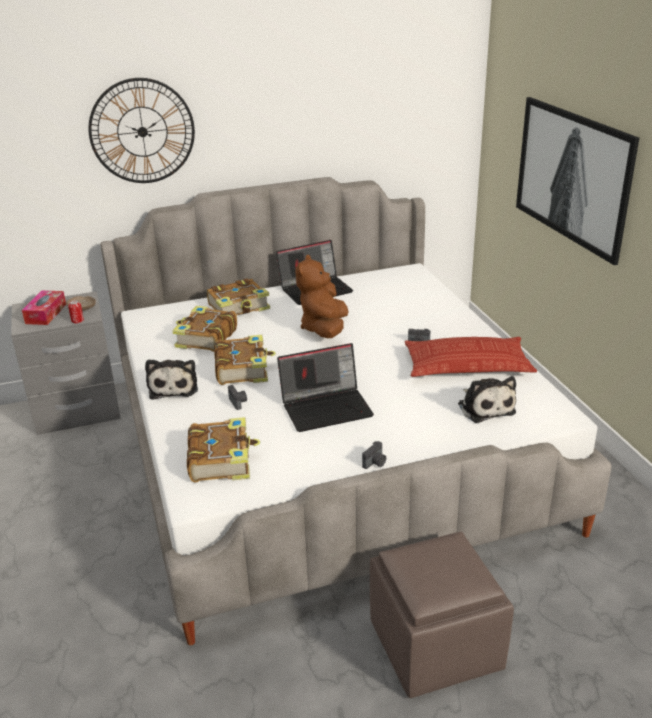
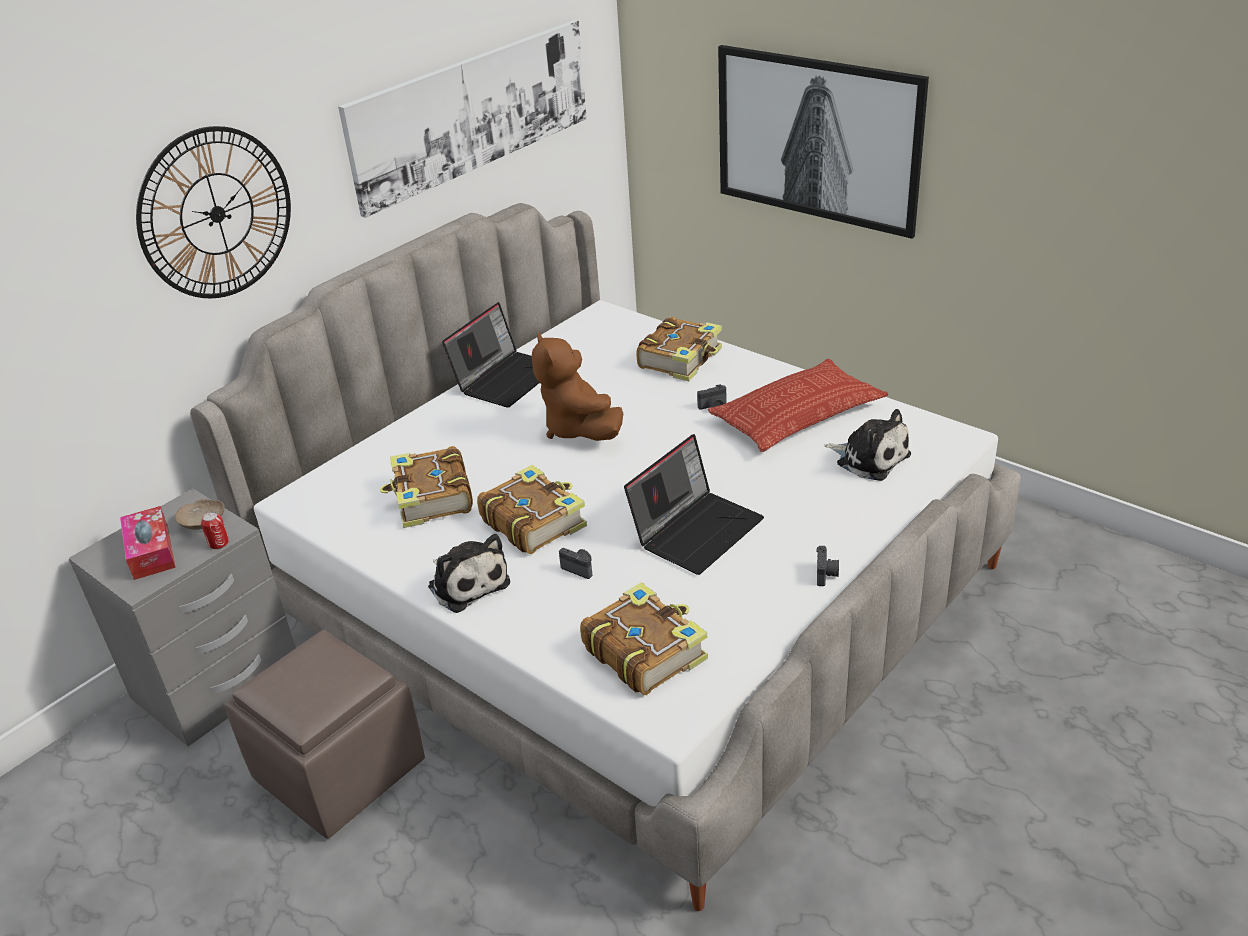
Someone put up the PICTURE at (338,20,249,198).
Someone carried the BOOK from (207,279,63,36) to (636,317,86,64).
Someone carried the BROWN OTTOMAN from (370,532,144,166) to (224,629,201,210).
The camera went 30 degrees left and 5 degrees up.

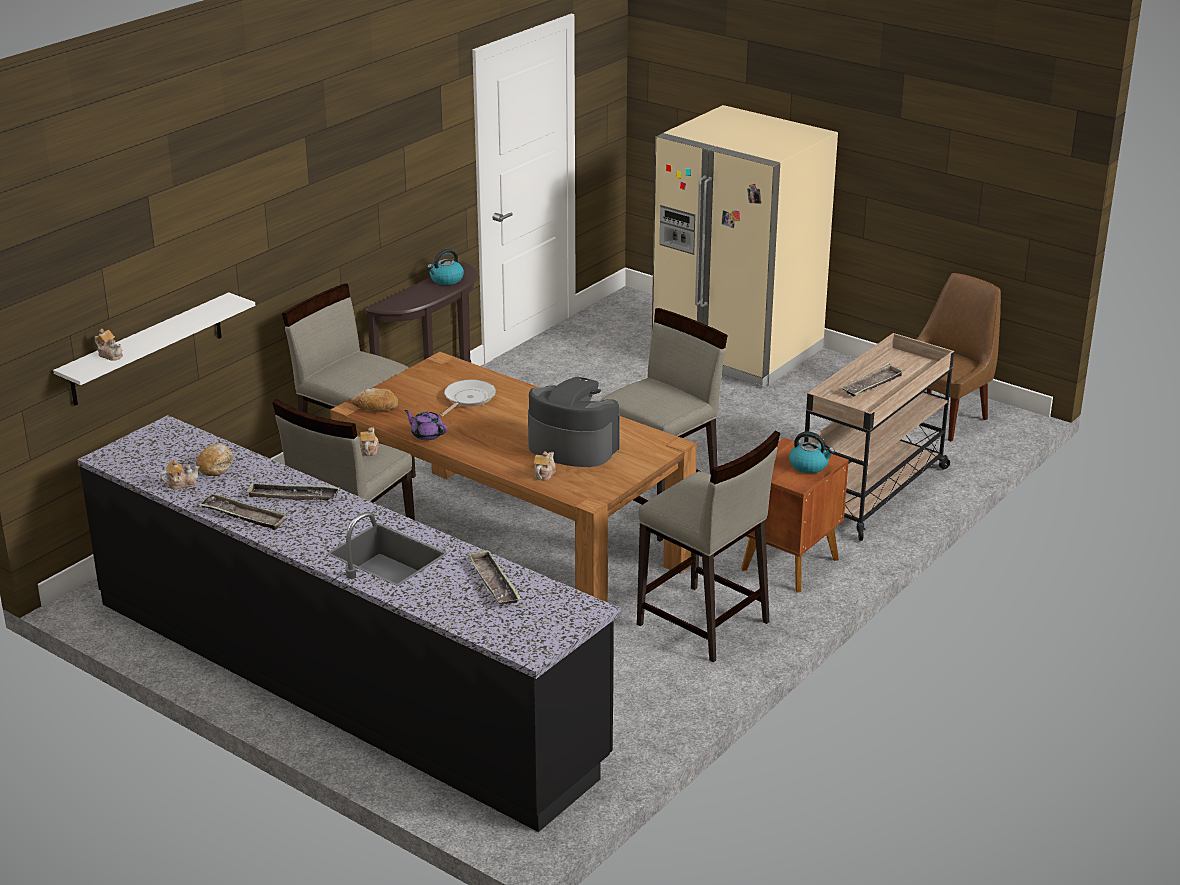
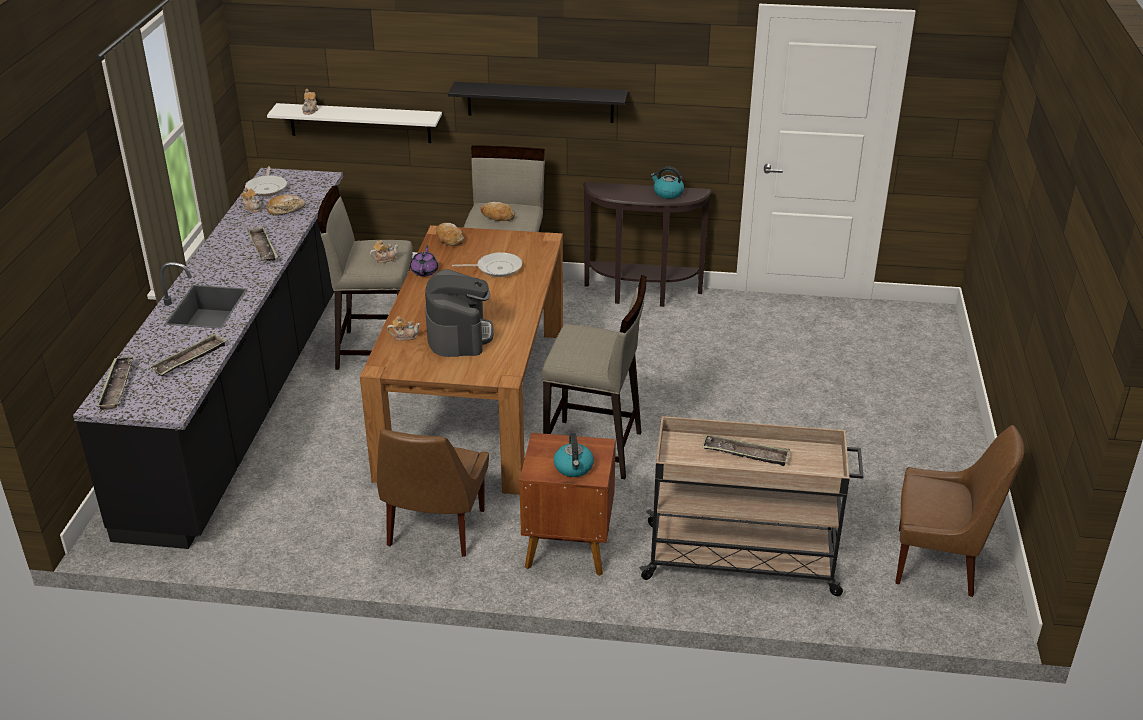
Someone took away the BEIGE FRIDGE at (652,105,186,282).
Someone put down the FRYING PAN at (245,166,42,31).
Someone put up the BLACK SHELF at (448,82,179,41).
Someone put down the BREAD at (480,202,35,19).
Someone carried the TRAY from (198,493,90,37) to (97,356,37,54).
Someone swapped the BEIGE STOOL at (637,430,143,232) for the BROWN CHAIR at (377,430,112,127).
The camera went 60 degrees right and 5 degrees up.

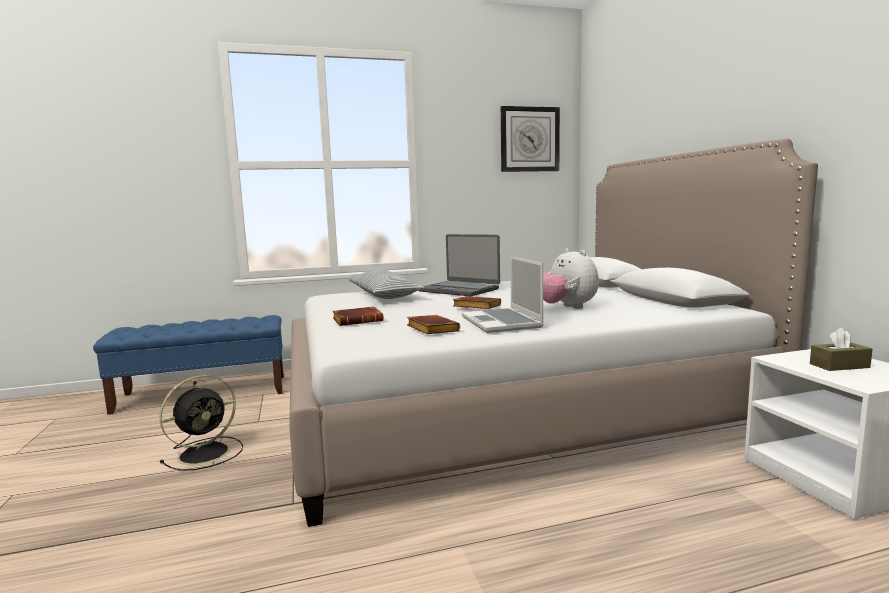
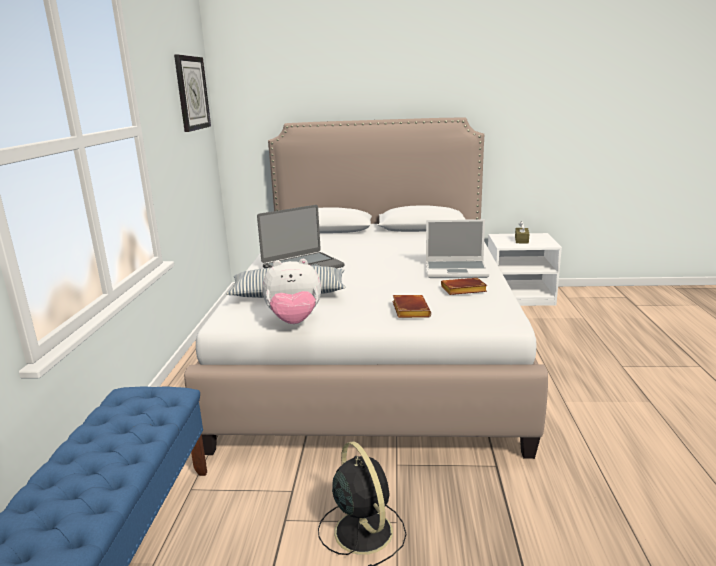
Someone took away the BROWN BOOK at (453,296,48,13).
Someone carried the PLUSH TOY from (543,248,56,61) to (262,259,59,65).
The camera went 70 degrees left and 10 degrees up.

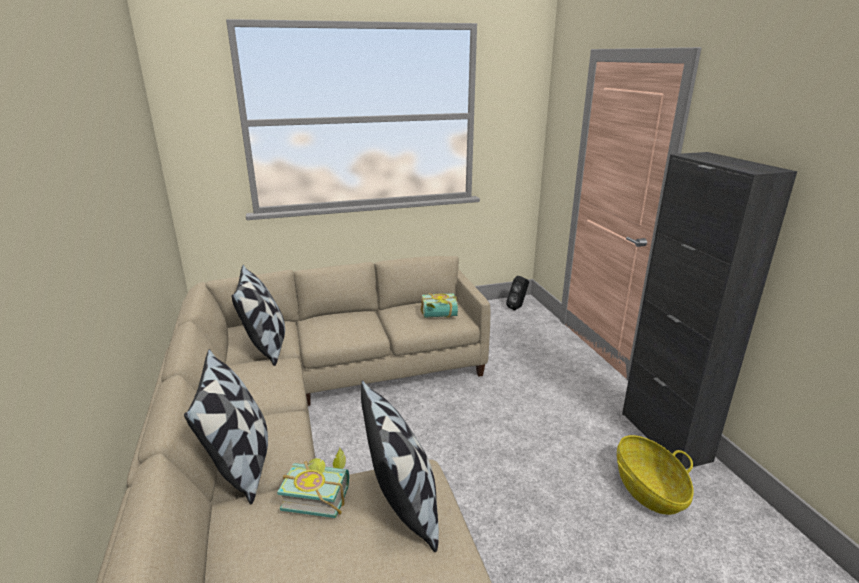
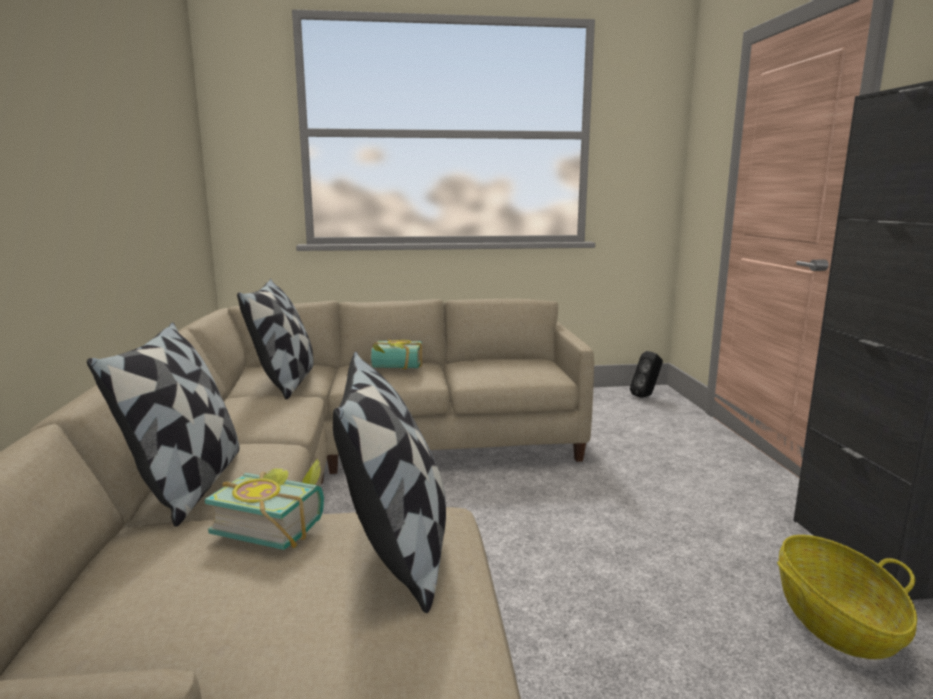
Someone carried the BOOK from (421,293,37,25) to (371,339,51,30).
The camera went 10 degrees right and 10 degrees down.

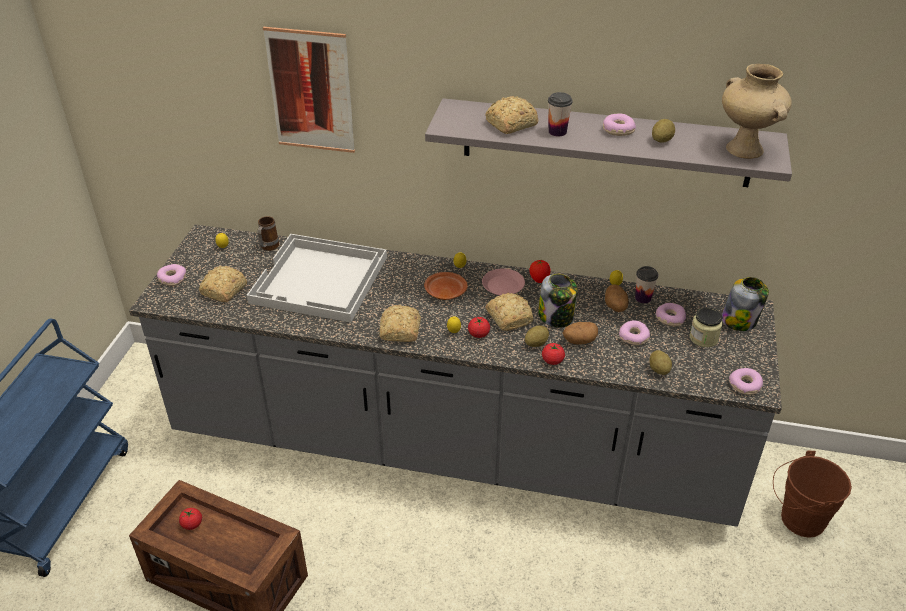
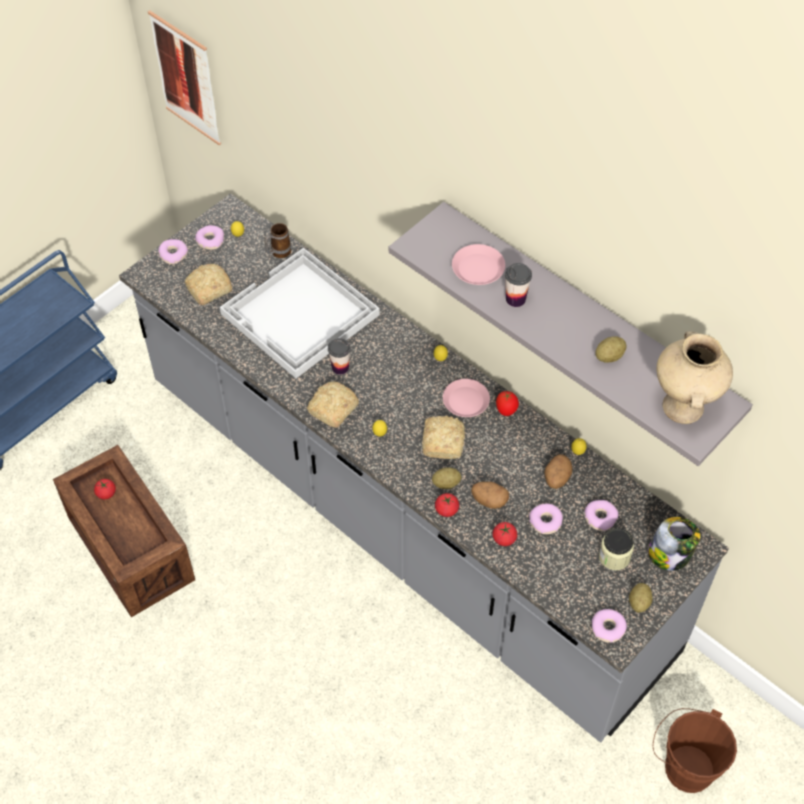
Someone took away the BROWN PLATE at (424,272,44,28).
Someone took away the JAR at (538,274,40,54).
Someone carried the PICTURE from (263,27,92,126) to (148,11,73,134).
Someone carried the TOMATO from (468,317,22,21) to (493,522,24,24).
Someone carried the DONUT from (603,114,33,22) to (195,225,29,25).
Someone carried the CUP from (635,266,23,37) to (328,338,23,37).
Someone carried the POTATO from (649,350,23,25) to (629,583,24,30).
Someone swapped the BREAD at (485,96,53,38) for the PINK PLATE at (452,244,53,41).
The camera went 30 degrees right and 15 degrees up.

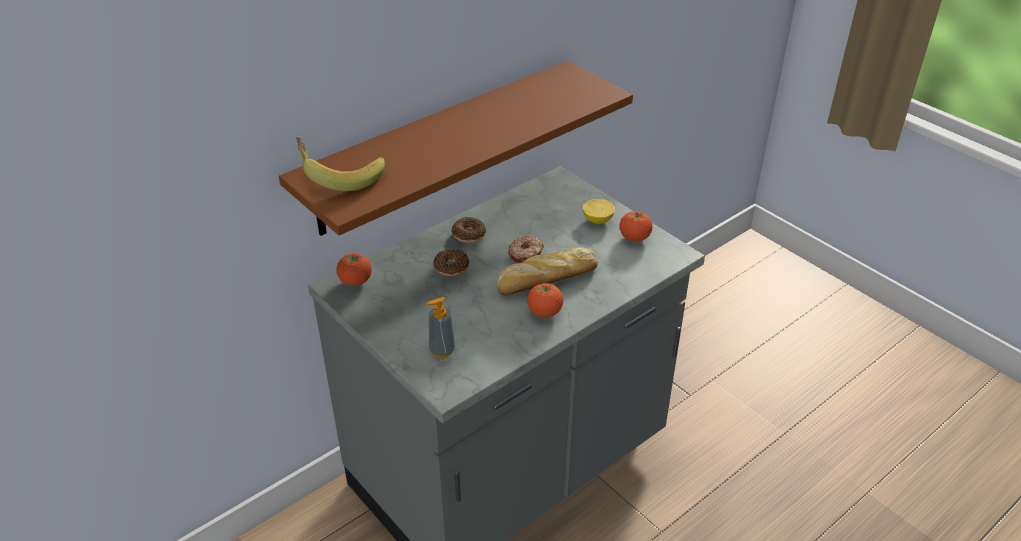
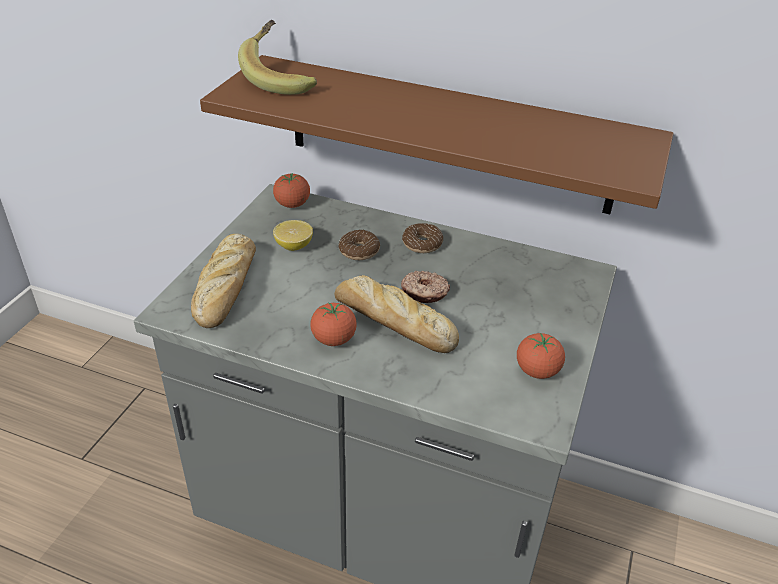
Someone carried the LEMON from (583,199,32,25) to (273,220,40,31).
Someone swapped the SOAP DISPENSER at (426,297,29,61) for the BREAD at (191,234,65,94).
The camera went 60 degrees right and 0 degrees up.

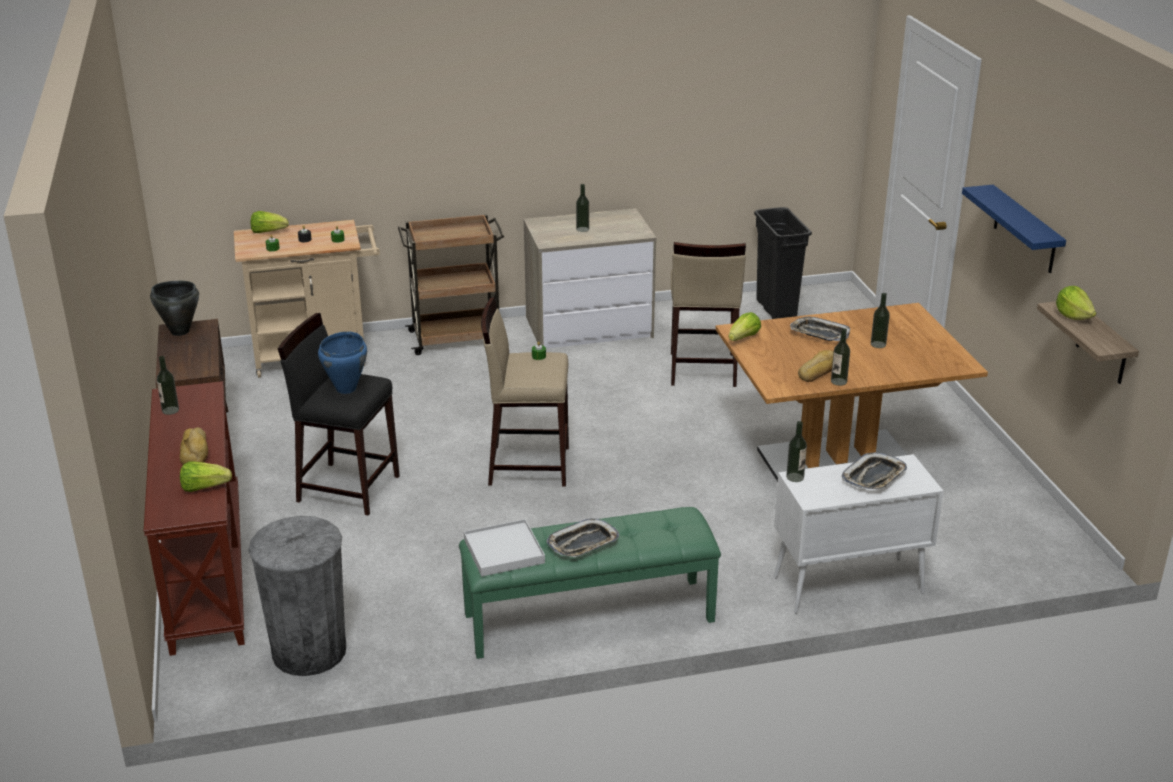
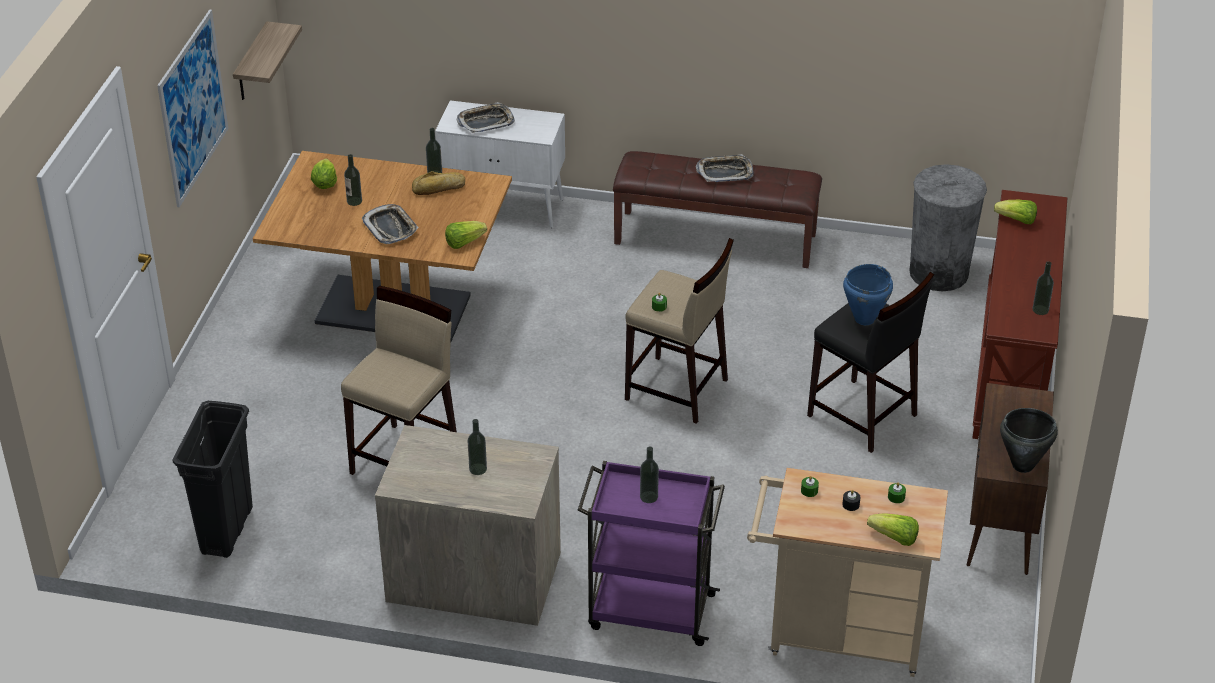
Someone took away the BREAD at (180,427,28,38).
Someone took away the WHITE TRAY at (464,519,81,58).
Someone carried the BOTTLE from (786,421,21,61) to (640,446,19,57).
Someone carried the LETTUCE from (1056,286,41,34) to (311,158,26,31).
Someone swapped the BLUE SHELF at (962,185,104,88) for the PICTURE at (157,9,71,198).
Someone repainted the BROWN CART at (398,214,106,141), which became the PURPLE CART at (578,461,147,185).
Someone repainted the GREEN BENCH at (459,507,262,152), which became the BROWN BENCH at (613,151,209,117).
The camera went 155 degrees left and 10 degrees up.

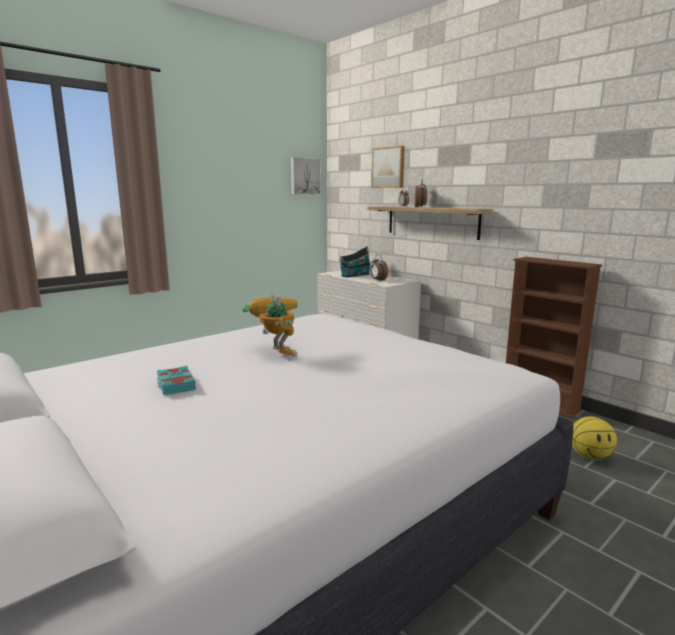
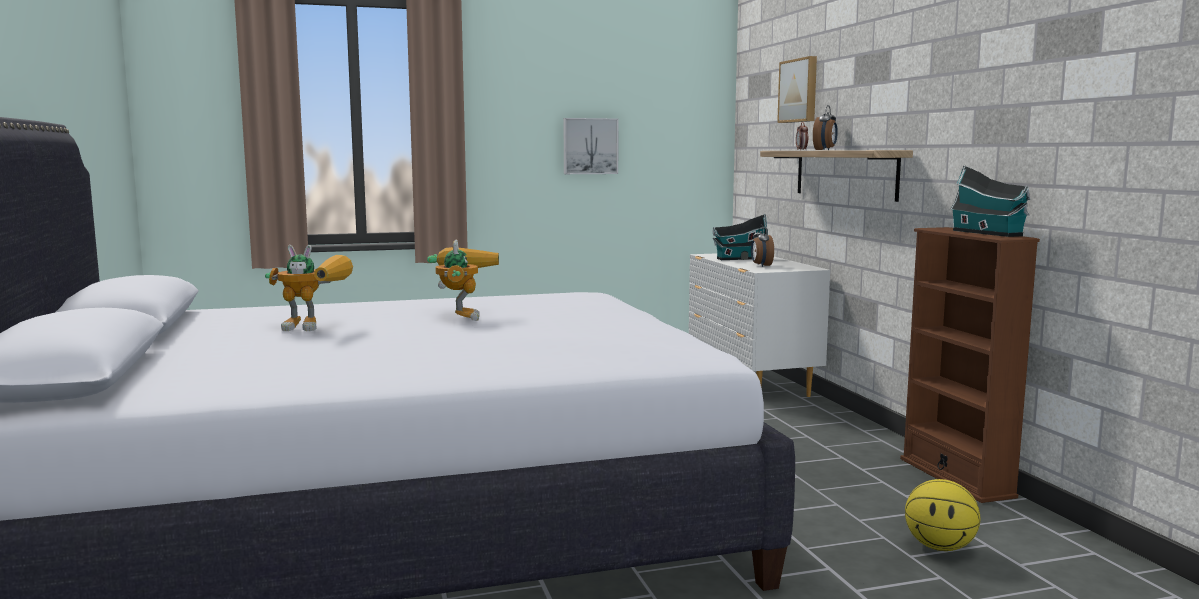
Someone put down the TOY HOUSE at (950,165,80,72).
Someone carried the PICTURE from (291,157,31,38) to (563,118,56,56).
Someone swapped the TURQUOISE BOOK at (157,366,39,29) for the TOY ROBOT at (265,245,88,86).
The camera went 25 degrees right and 5 degrees down.

